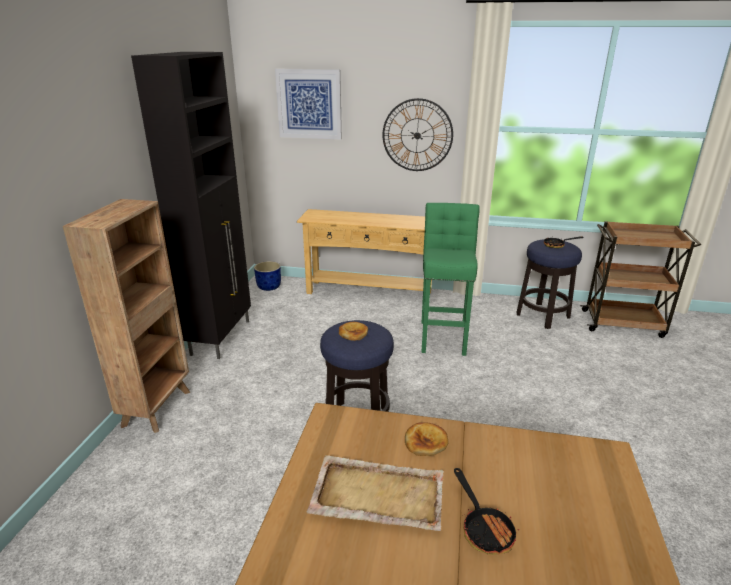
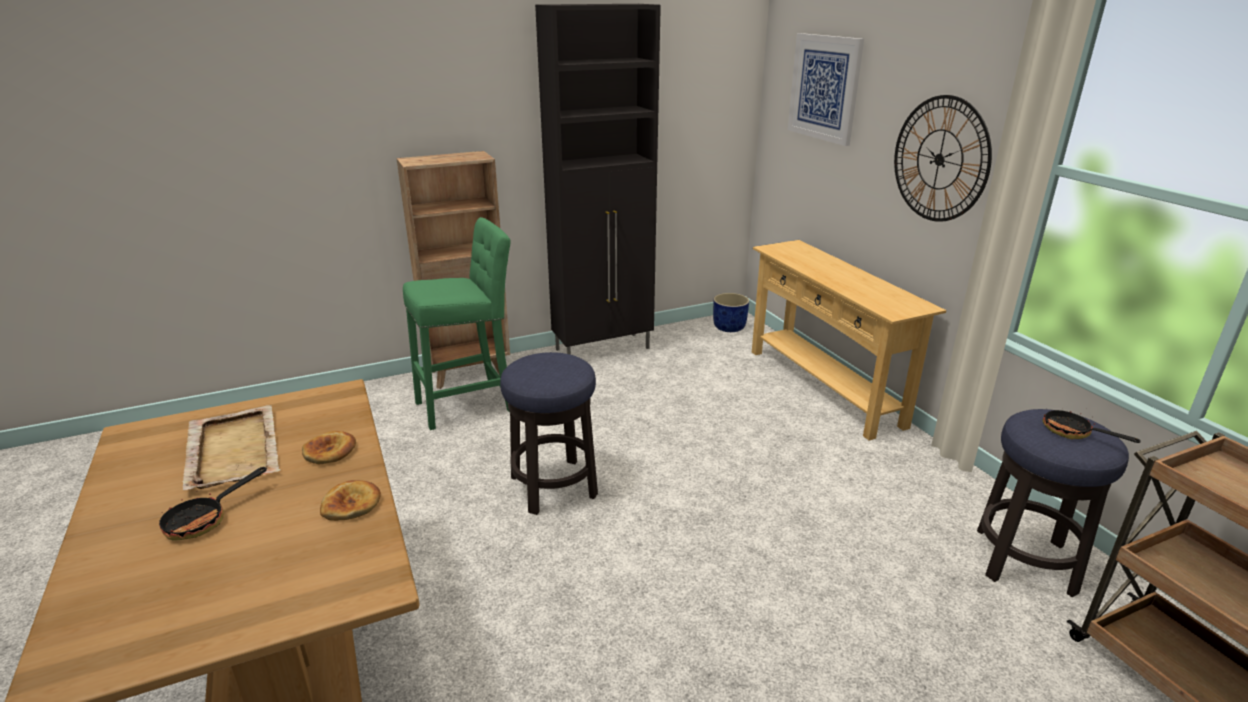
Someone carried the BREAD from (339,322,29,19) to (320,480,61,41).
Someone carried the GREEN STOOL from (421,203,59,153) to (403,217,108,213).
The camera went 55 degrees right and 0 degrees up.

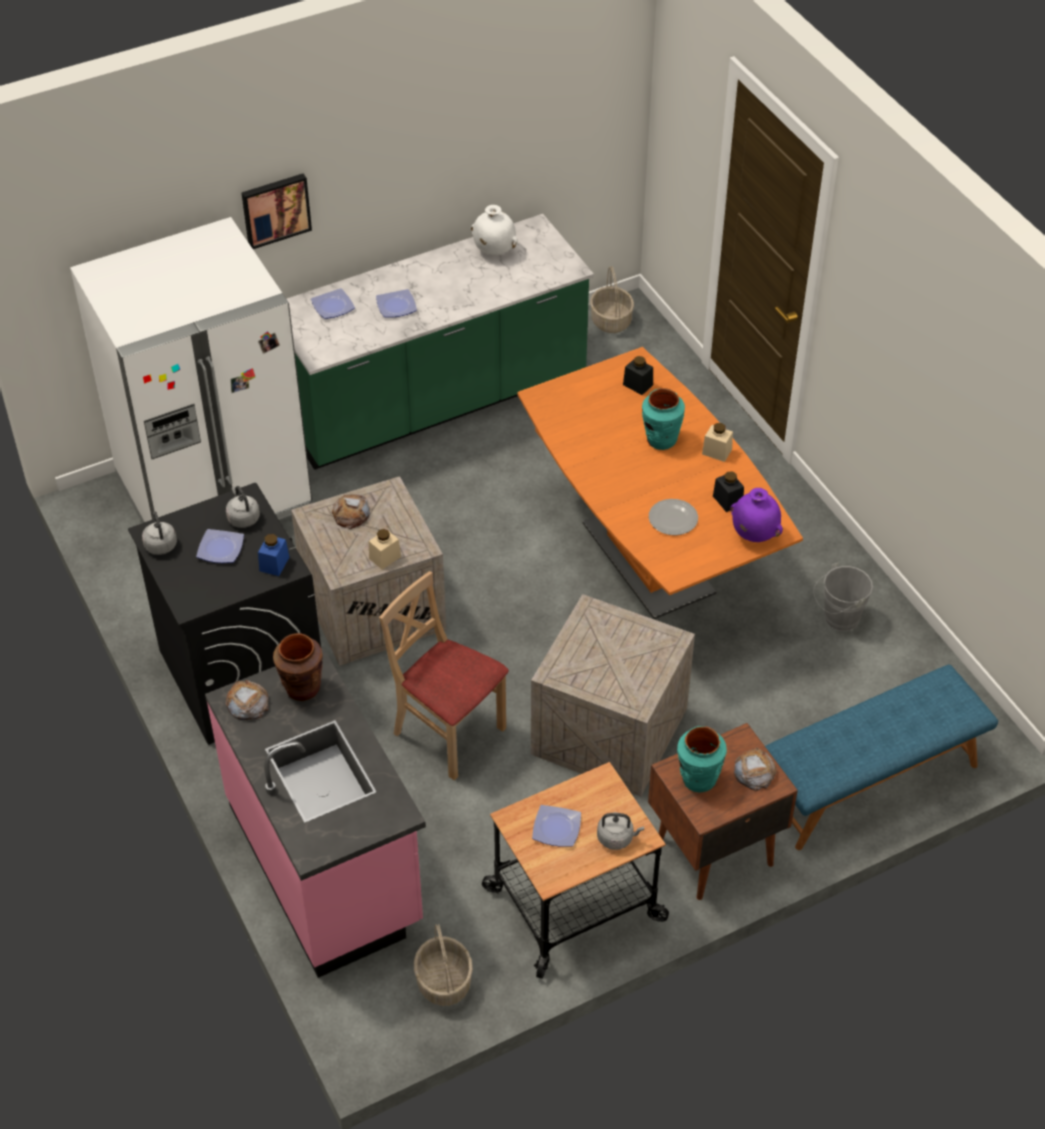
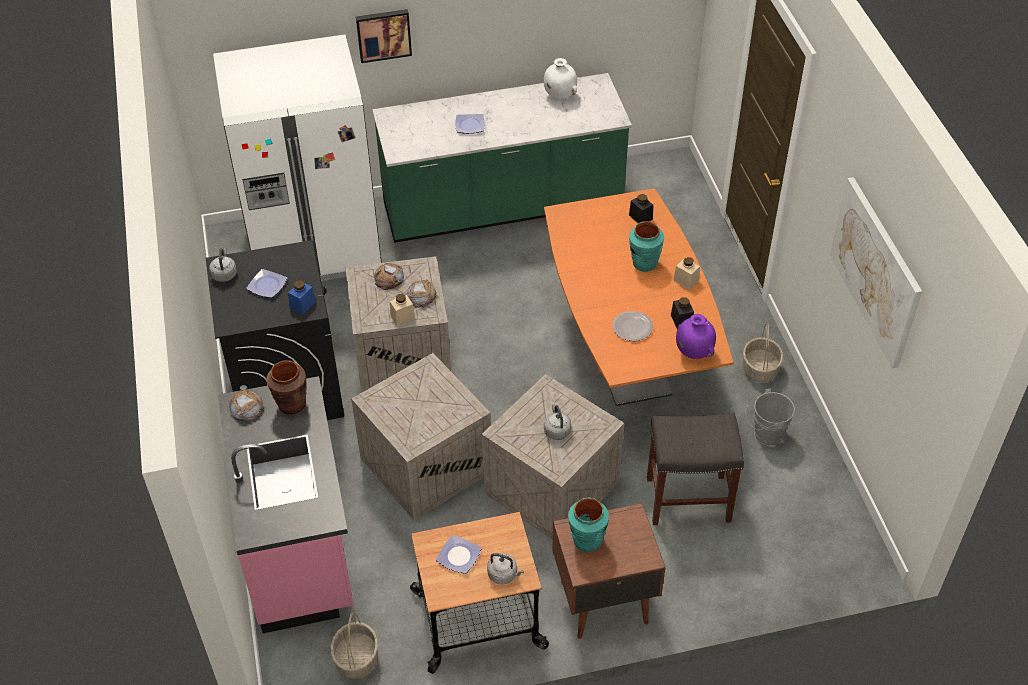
Someone took away the PLATE at (311,288,44,31).
Someone took away the BLUE BENCH at (765,664,233,186).
Someone put down the GREY STOOL at (647,413,97,112).
Someone put up the PICTURE at (830,177,92,192).
Someone carried the GREY KETTLE from (226,486,34,42) to (544,404,27,36).
Someone carried the BASKET from (590,266,44,67) to (743,323,40,59).
Someone carried the BREAD from (734,747,43,44) to (406,279,32,29).
Someone swapped the BEIGE CHAIR at (379,571,130,209) for the CRATE at (351,353,140,167).
The camera went 15 degrees right and 0 degrees up.

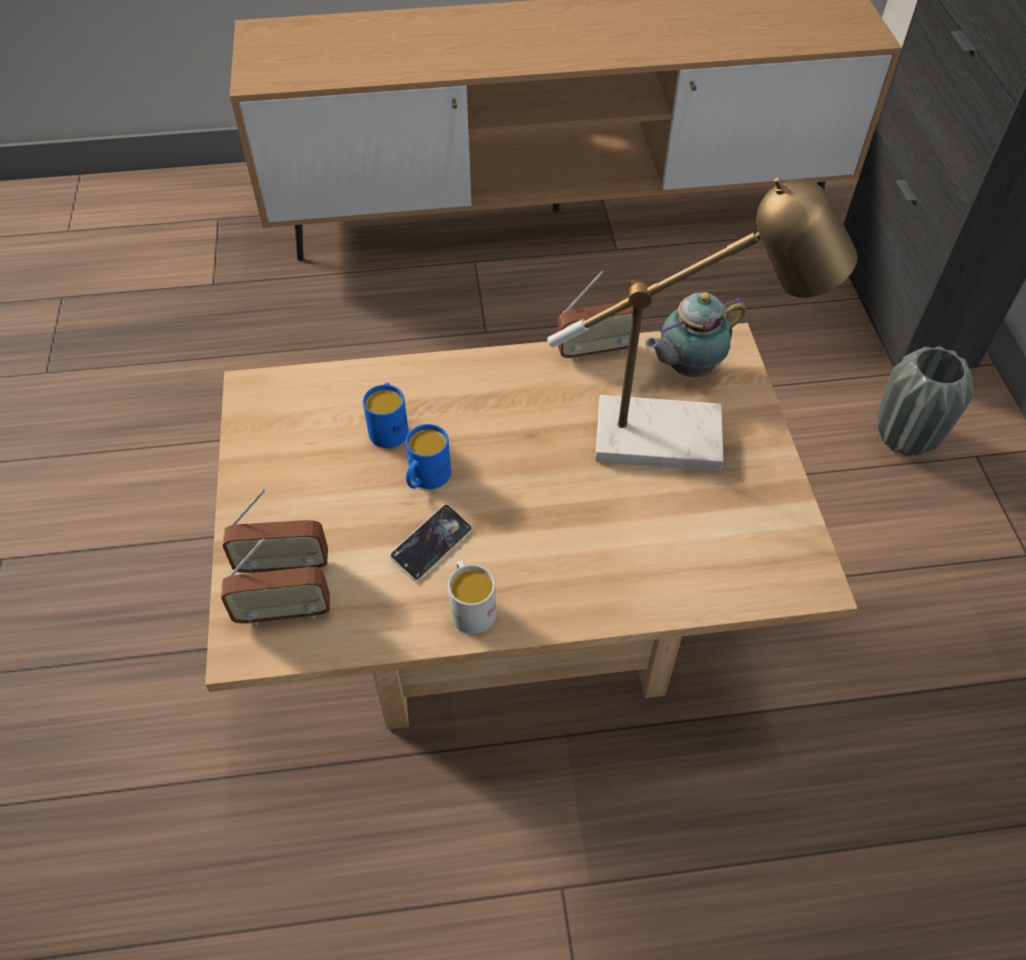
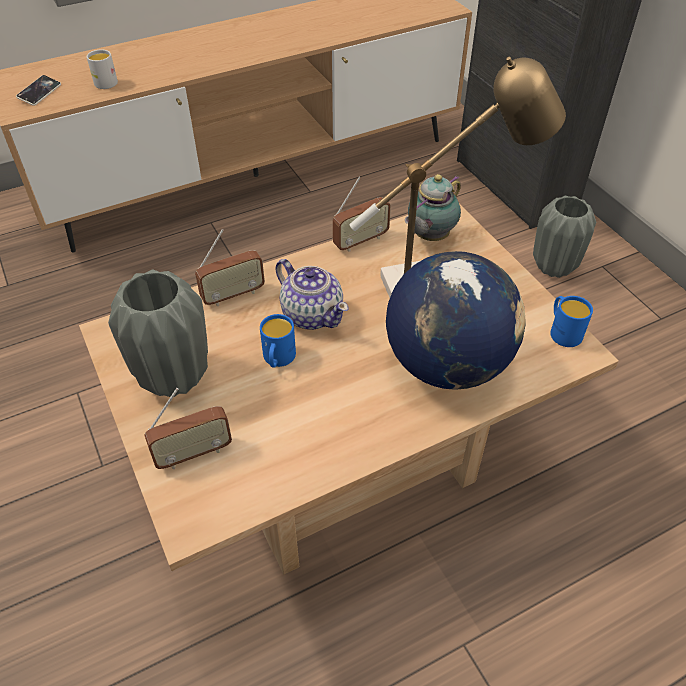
Someone put down the GREY VASE at (108,269,100,128).
Someone put down the TEAPOT at (275,259,74,71).
Someone put down the GLOBE at (386,251,140,139).
Someone carried the RADIO from (221,539,109,88) to (195,229,70,77).
Someone carried the BLUE MUG from (363,383,46,65) to (550,296,43,51).
Someone carried the PHONE from (390,504,82,77) to (16,75,45,31).
Someone carried the WHITE MUG from (448,561,48,73) to (87,49,31,40).
The camera went 20 degrees left and 5 degrees down.

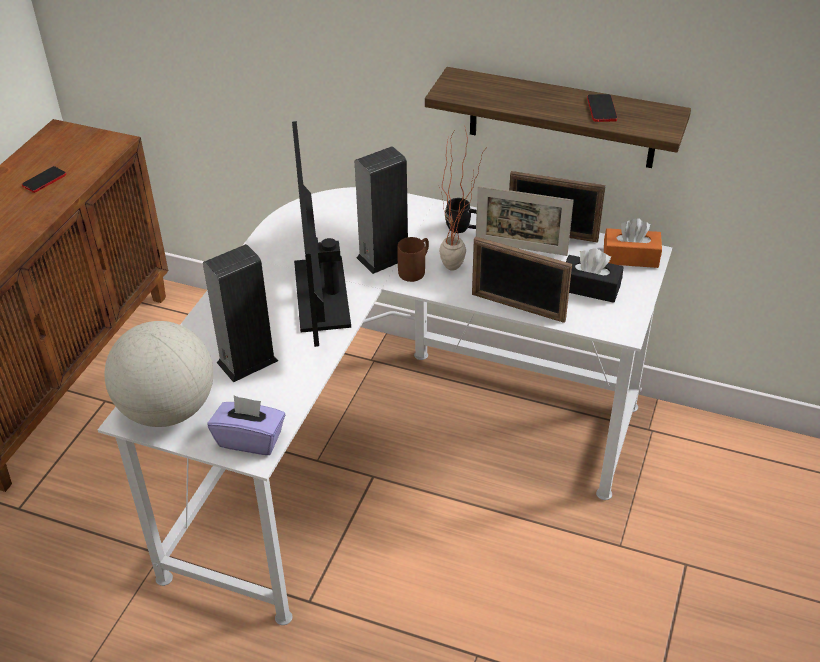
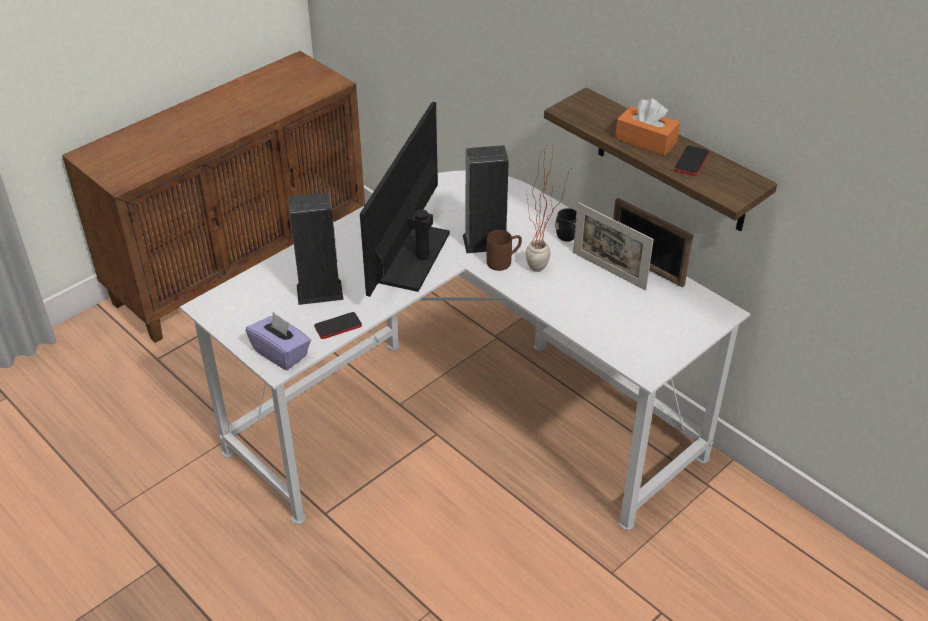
Someone took away the GLOBE at (105,321,108,106).
Someone took away the PICTURE FRAME at (472,237,100,86).
Someone took away the BLACK TISSUE BOX at (566,248,57,55).
Someone carried the PHONE from (22,166,44,27) to (314,312,48,27).
Someone carried the ORANGE TISSUE BOX from (604,218,58,50) to (615,99,65,57).
The camera went 25 degrees right and 0 degrees up.

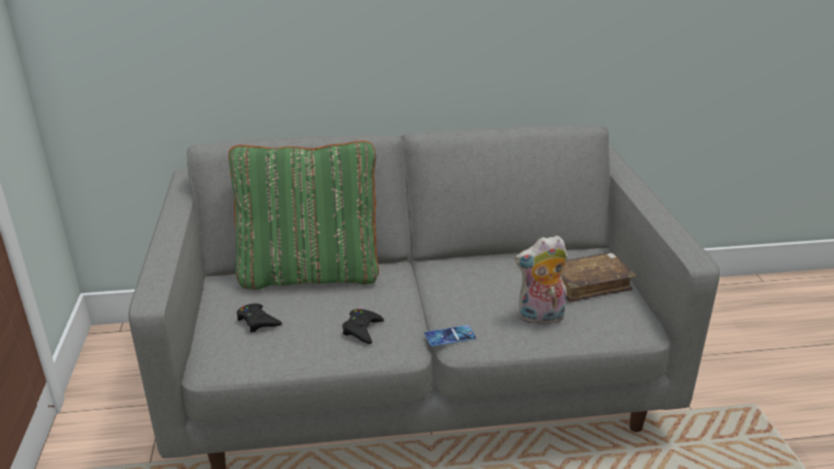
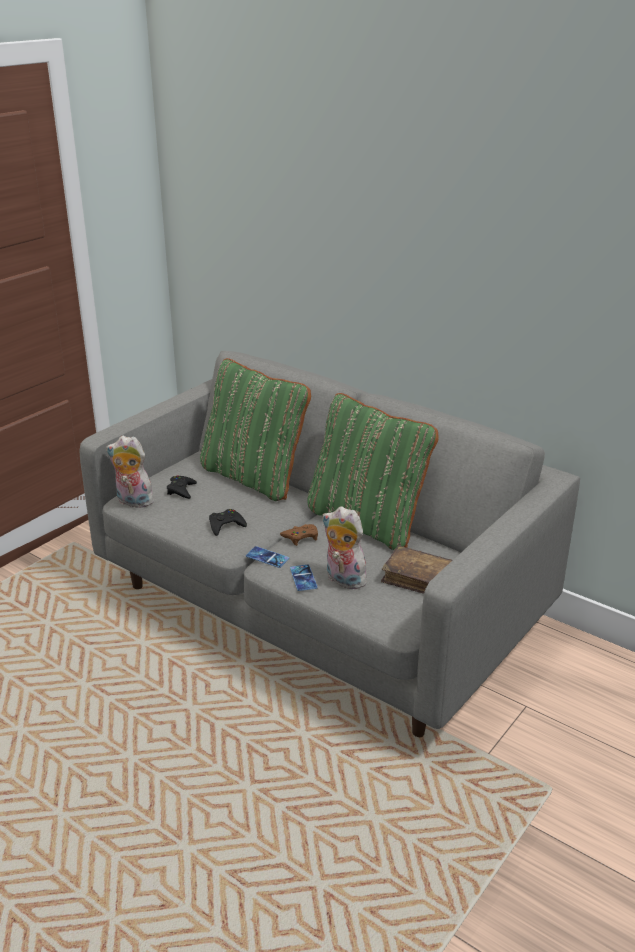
Someone put down the PLUSH TOY at (106,436,50,72).
Someone put down the BROWN GAME CONTROLLER at (280,524,38,22).
Someone put down the PHONE at (290,564,28,27).
Someone put down the GREEN PILLOW at (307,393,132,157).
The camera went 45 degrees right and 0 degrees up.

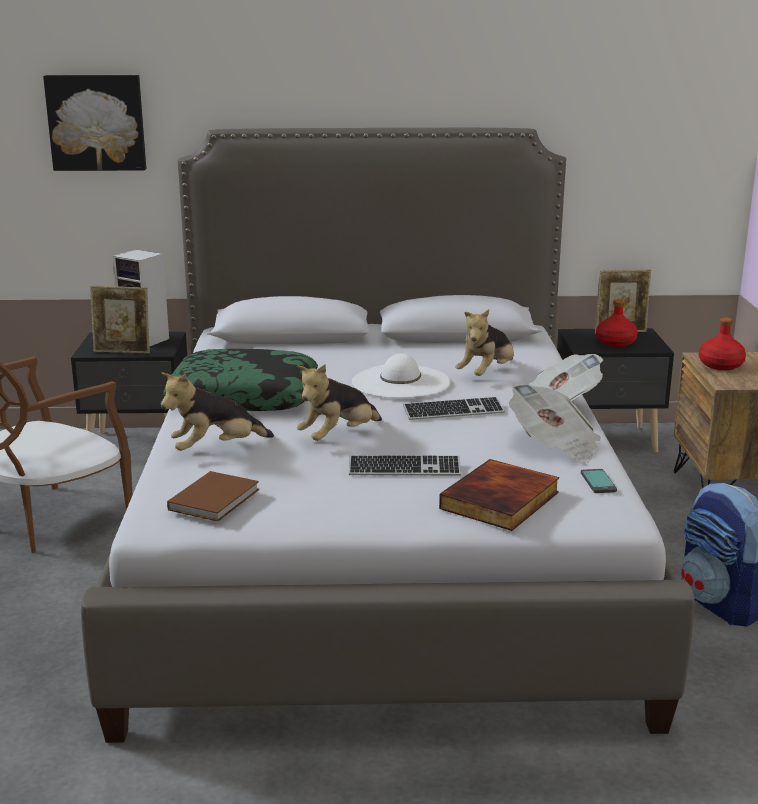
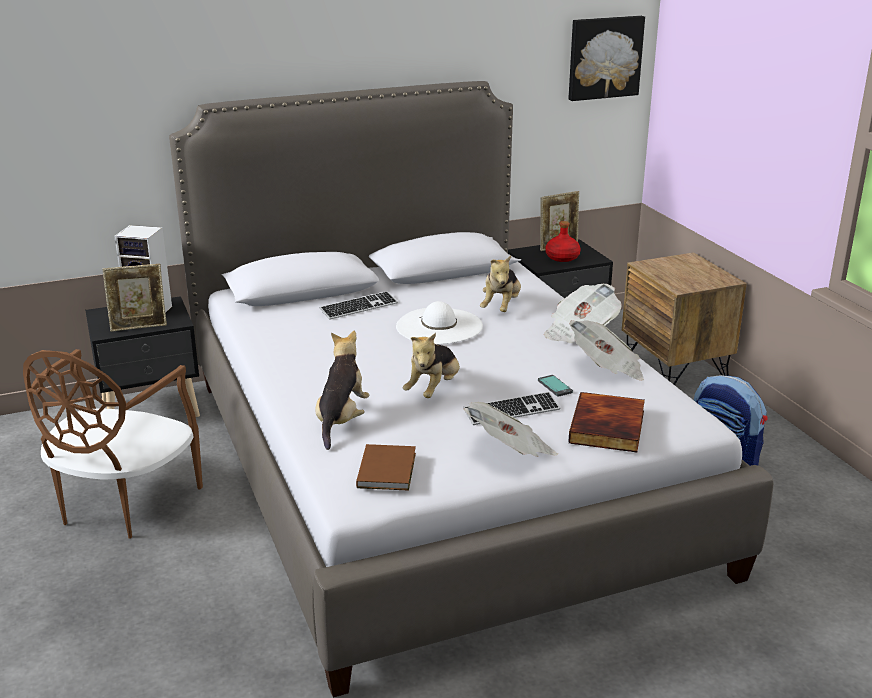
Someone took away the PILLOW at (163,349,155,62).
Someone took away the RED BOTTLE at (699,317,47,53).
Someone put down the NEWSPAPER at (463,402,95,55).
Someone carried the PICTURE from (43,75,103,96) to (568,16,77,85).
Someone carried the KEYBOARD from (403,397,102,23) to (320,291,78,29).
Someone carried the PHONE from (581,469,36,24) to (538,375,35,22).
Someone rotated the PLUSH TOY at (161,372,113,79) by 150 degrees clockwise.
The camera went 20 degrees left and 5 degrees up.

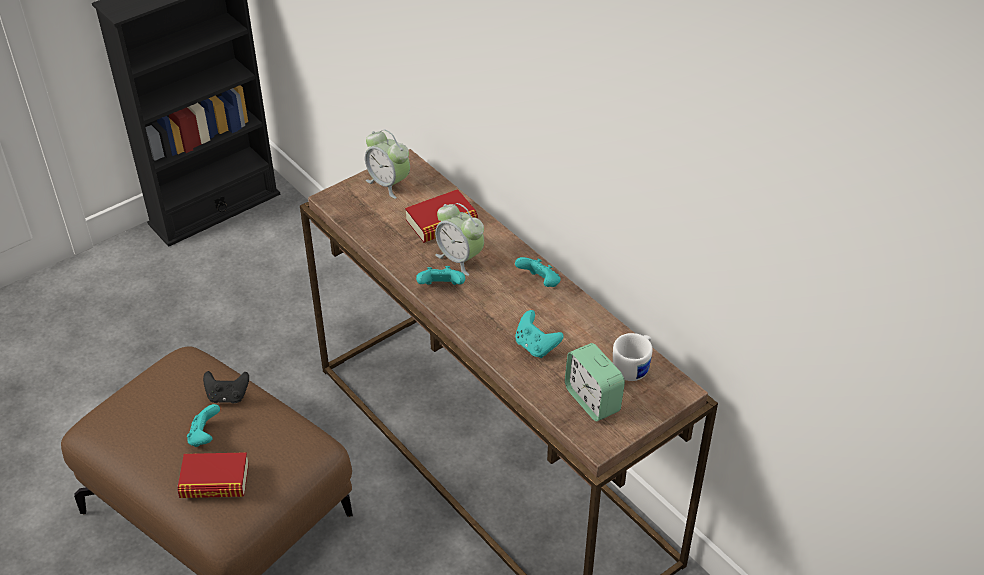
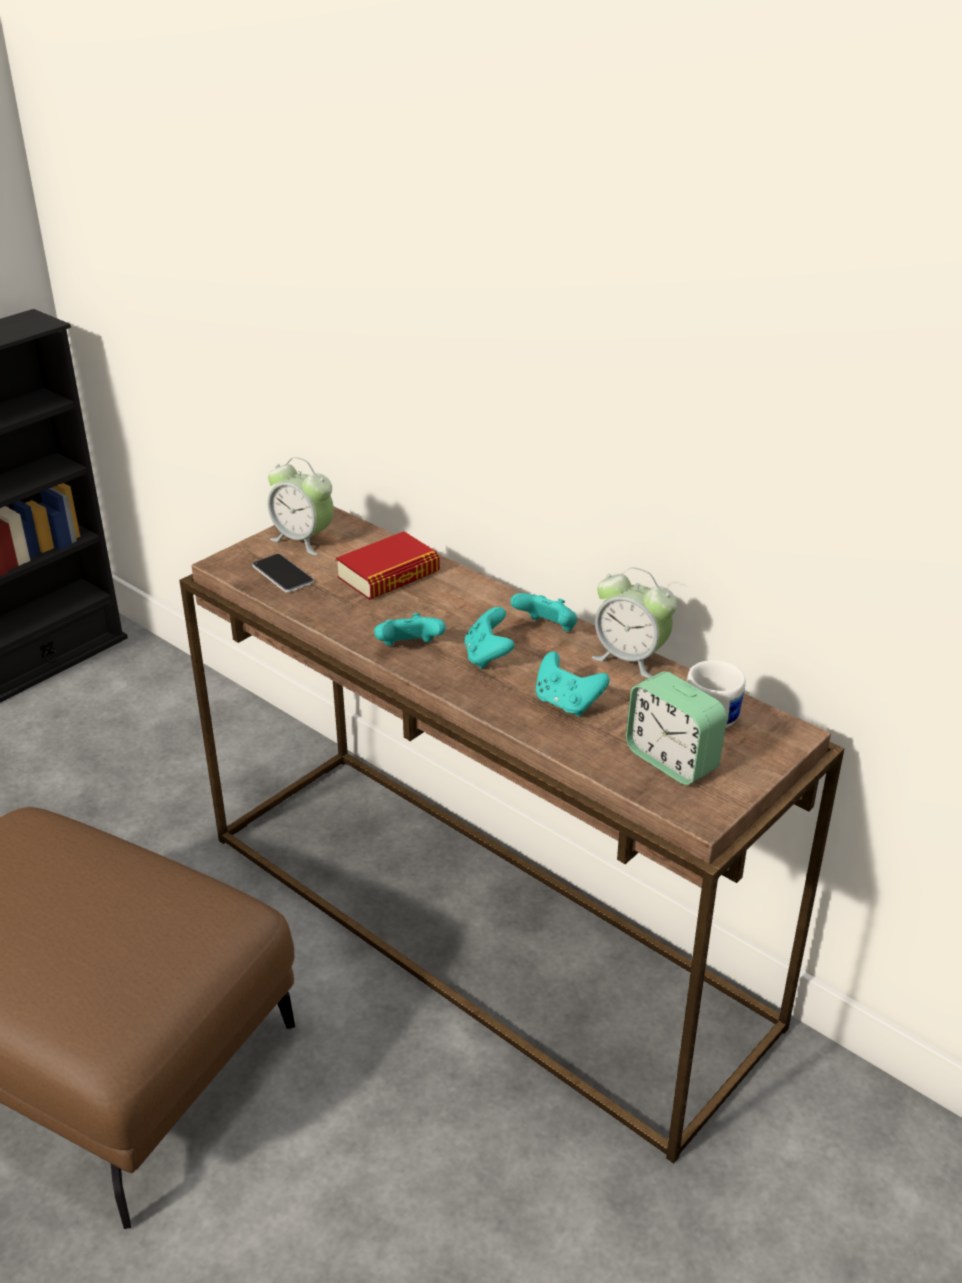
Someone took away the BOOK at (178,452,71,46).
Someone took away the BLACK GAME CONTROLLER at (203,371,46,32).
Someone put down the PHONE at (252,554,62,39).
Someone carried the TURQUOISE GAME CONTROLLER from (187,404,33,43) to (464,607,51,62).
Someone carried the ALARM CLOCK from (435,203,49,73) to (592,567,85,111).
The camera went 10 degrees left and 10 degrees down.

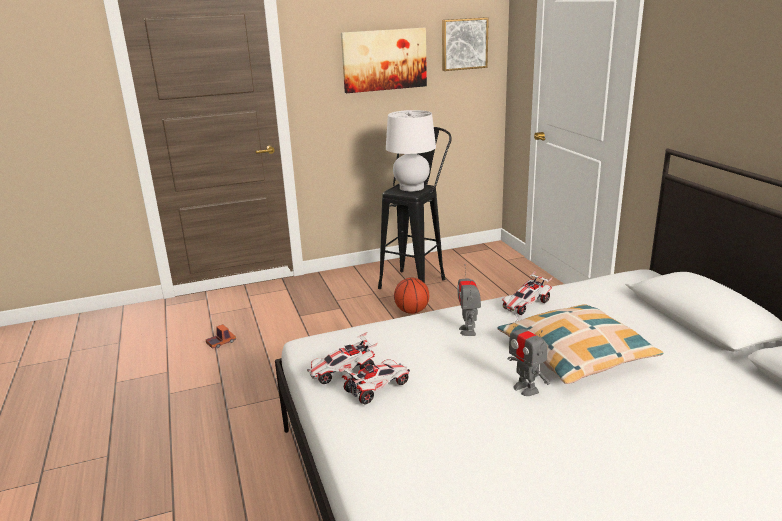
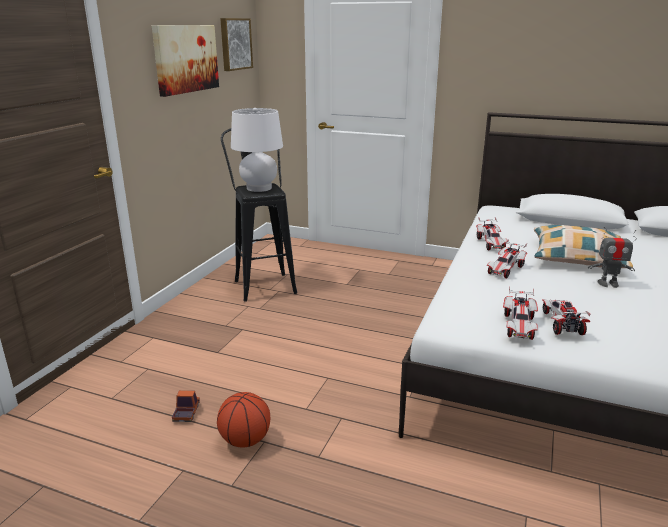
Someone carried the BASKETBALL from (394,278,35,36) to (217,392,53,55).
Someone swapped the TOY ROBOT at (457,264,24,72) for the TOY CAR at (487,239,40,39).
The camera went 50 degrees left and 0 degrees up.

